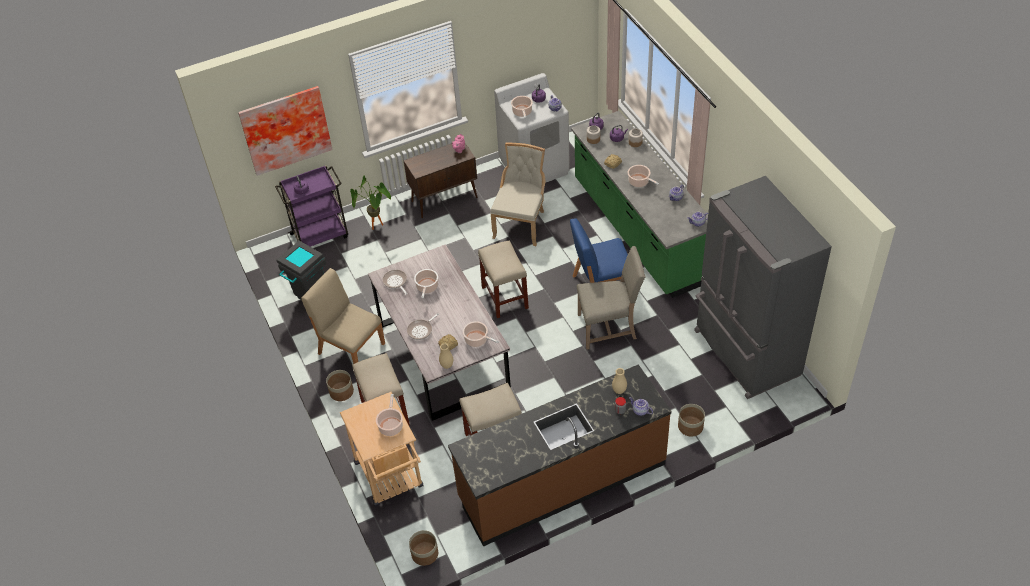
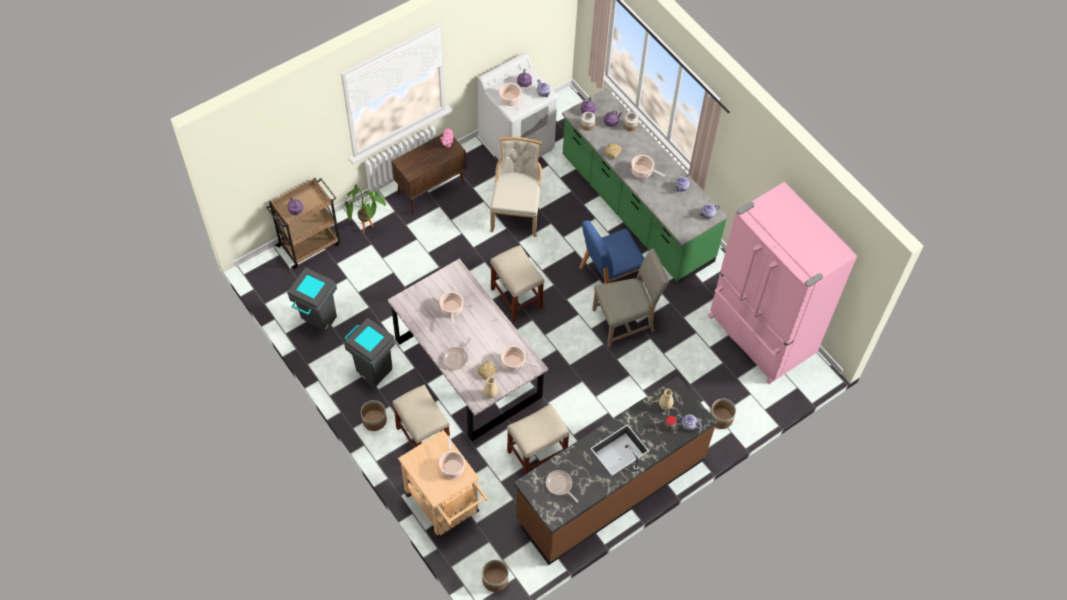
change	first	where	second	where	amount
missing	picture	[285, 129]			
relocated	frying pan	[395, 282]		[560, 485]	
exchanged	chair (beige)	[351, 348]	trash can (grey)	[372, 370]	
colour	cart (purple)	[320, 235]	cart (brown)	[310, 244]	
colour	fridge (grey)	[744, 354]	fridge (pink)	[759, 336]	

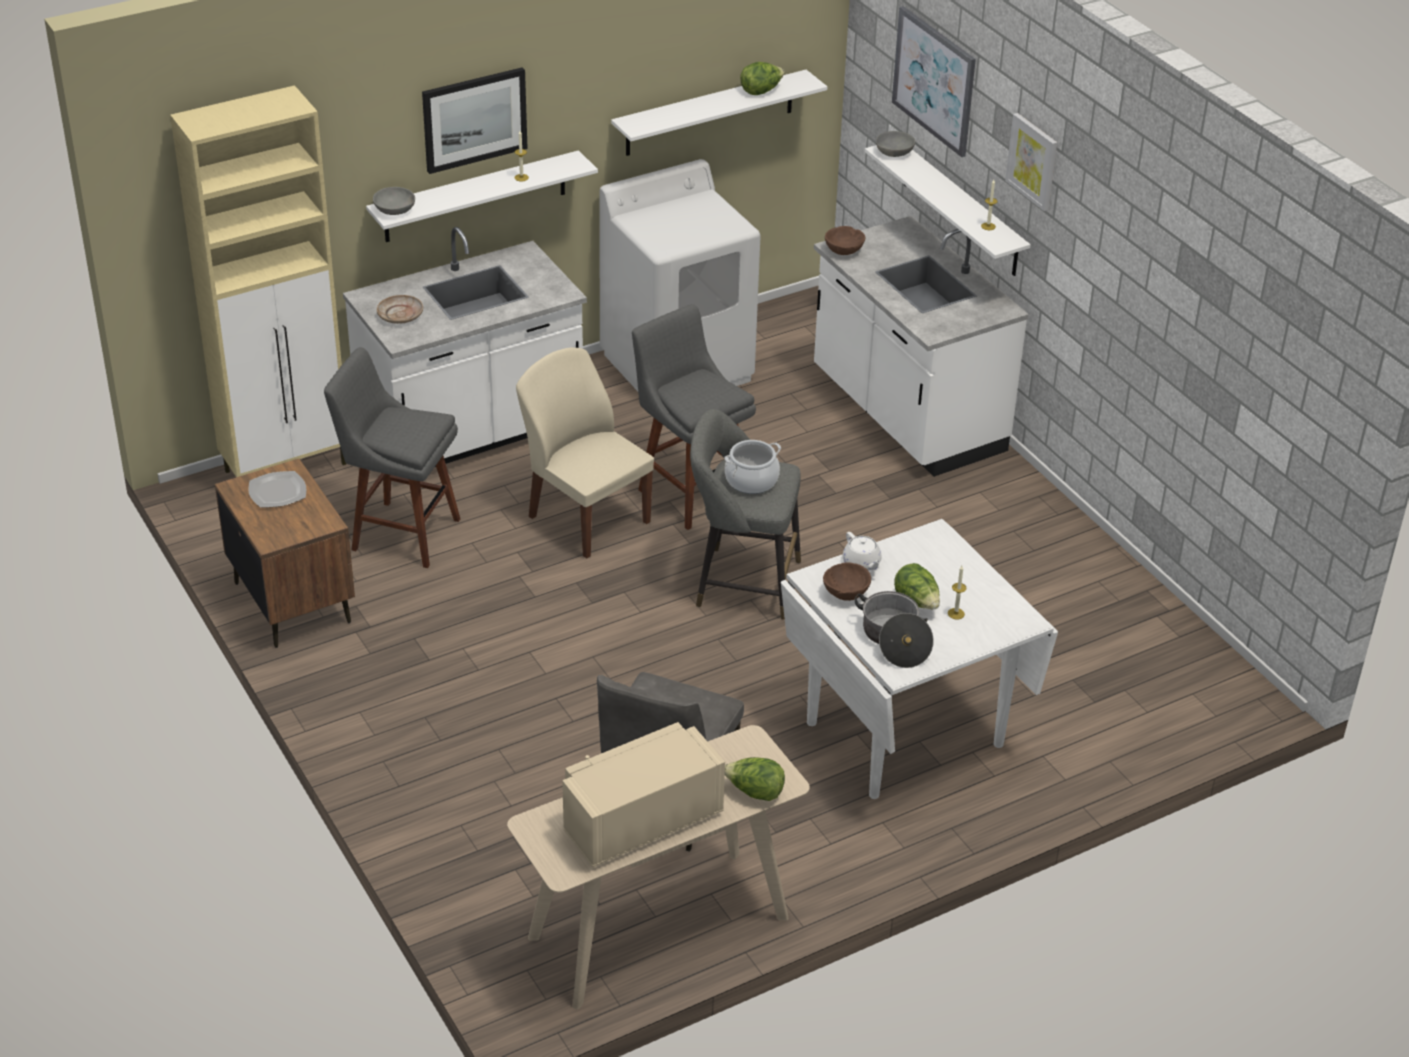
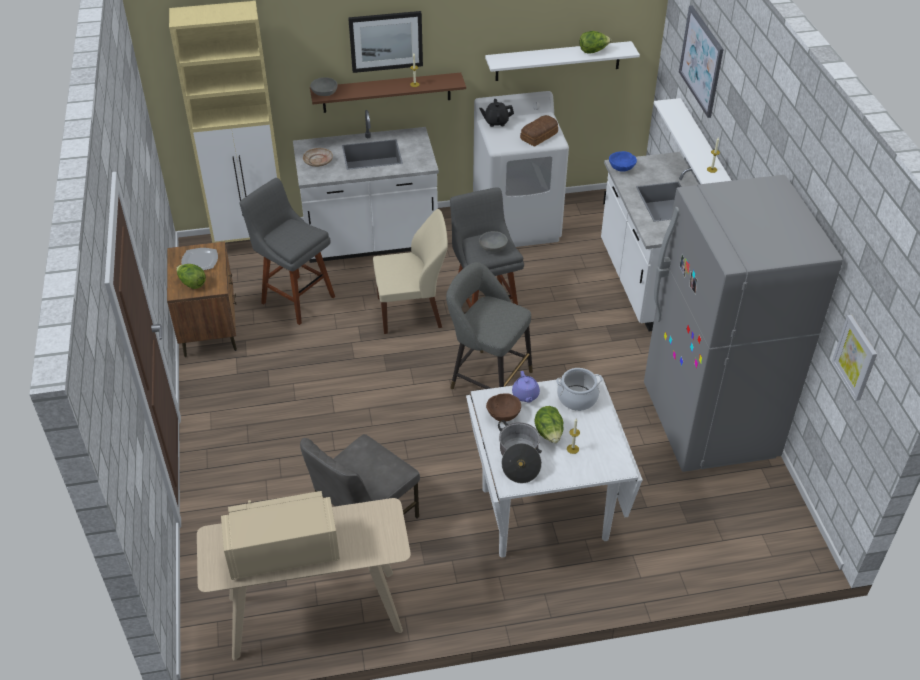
change	first	where	second	where	amount
appeared			teapot (black)	[496, 122]	
appeared			bread	[540, 136]	
appeared			fridge (grey)	[709, 423]	
relocated	cooking pot	[751, 480]		[577, 398]	
relocated	lettuce	[755, 792]		[192, 283]	
relocated	bowl (grey)	[894, 152]		[493, 247]	
relocated	picture	[1033, 161]		[855, 357]	
colour	shelf (white)	[475, 197]	shelf (brown)	[386, 92]	
colour	bowl (brown)	[844, 251]	bowl (blue)	[621, 168]	
colour	teapot (white)	[862, 564]	teapot (purple)	[525, 395]	
spun	chair (beige)	[587, 518]		[412, 312]	105 degrees clockwise

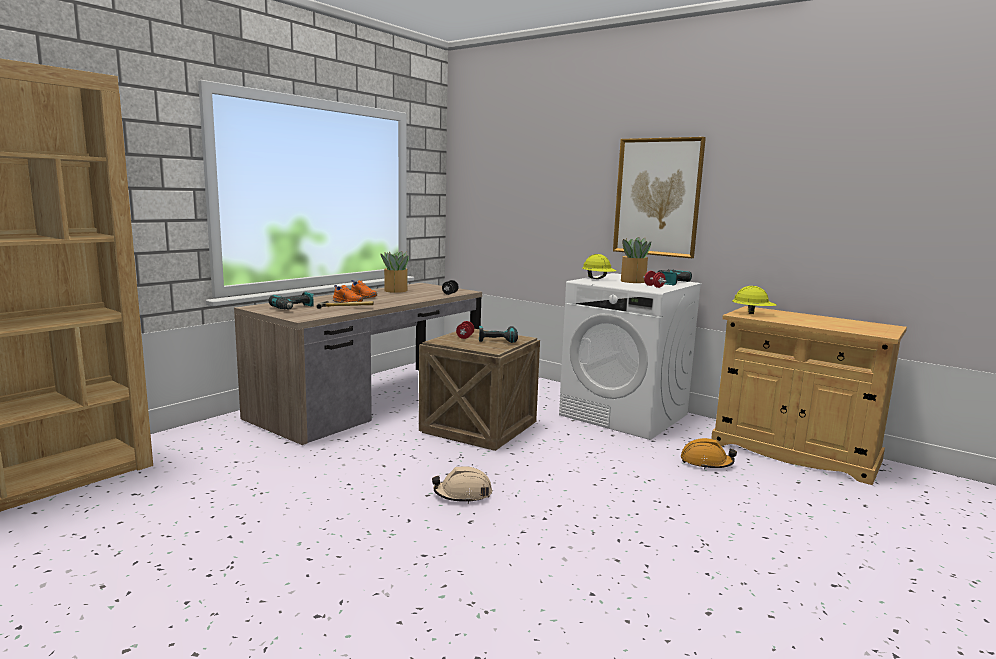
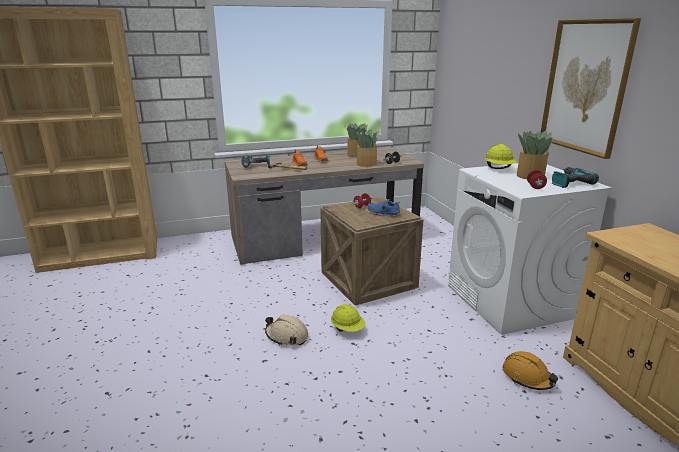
change	first	where	second	where	amount
appeared			potted plant	[367, 164]	
relocated	hard hat (yellow)	[753, 313]		[348, 329]	
exchanged	power drill	[498, 339]	shoe (blue)	[383, 213]	

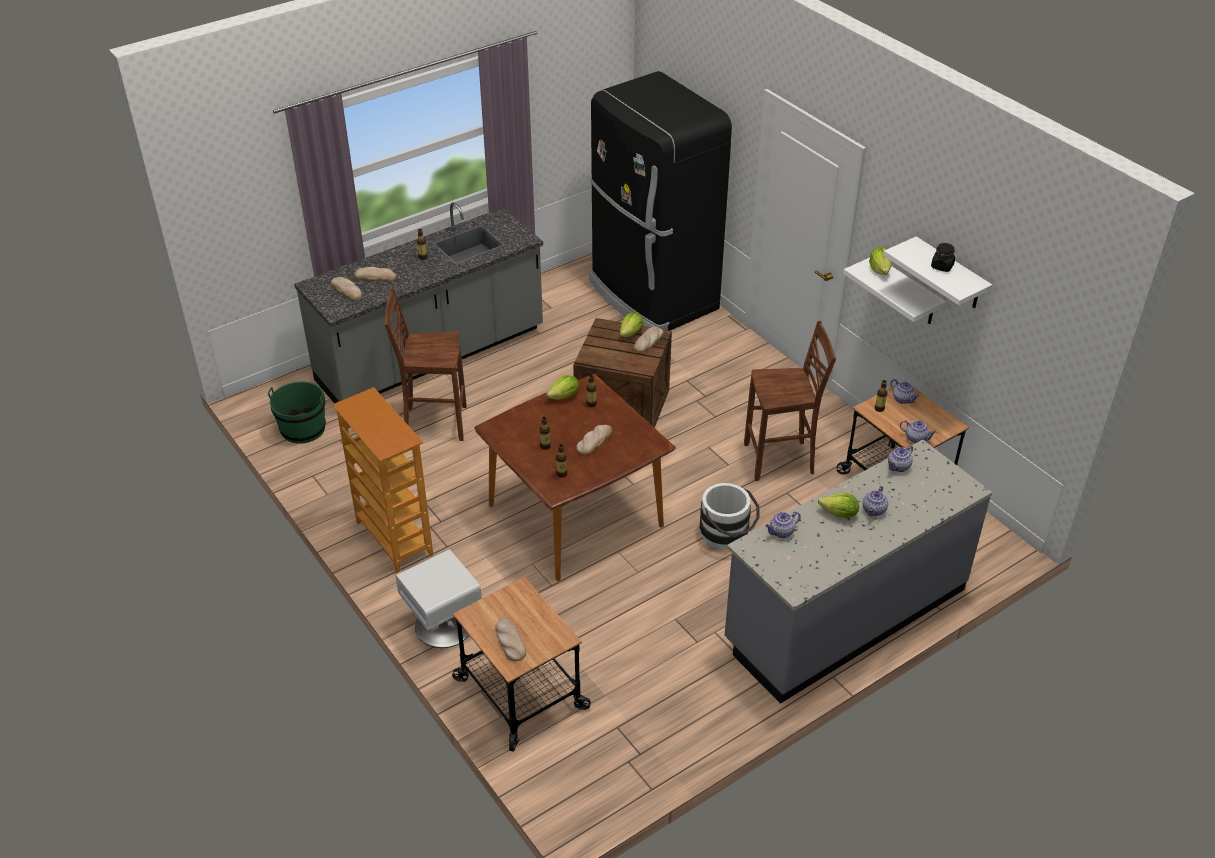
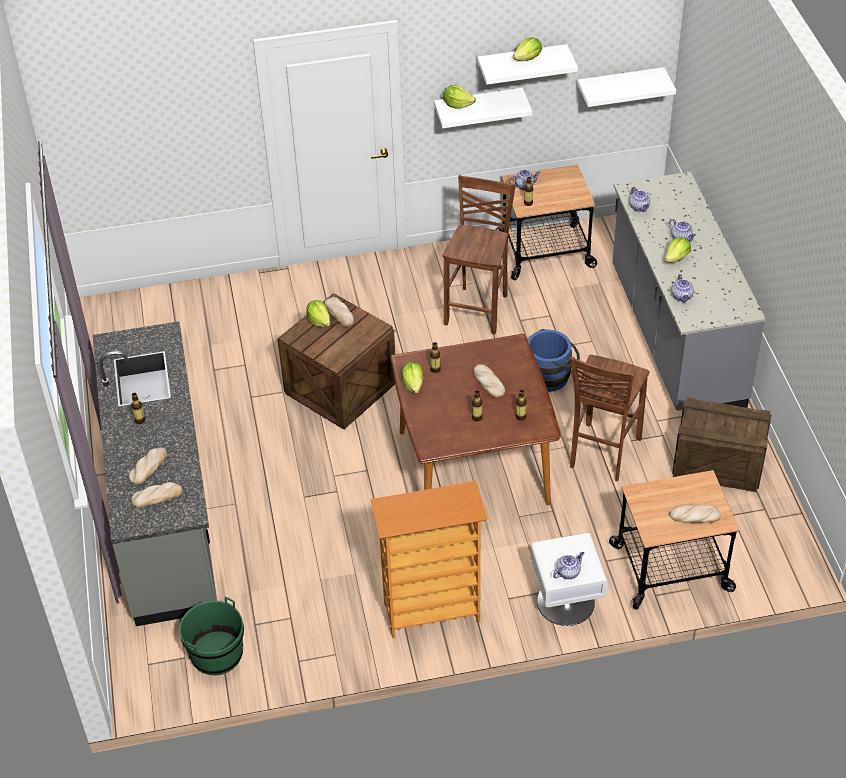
change	first	where	second	where	amount
missing	fridge (black)	[652, 296]			
appeared			shelf (white)	[620, 86]	
appeared			crate	[717, 465]	
relocated	stool (brown)	[434, 422]		[602, 453]	
relocated	teapot	[916, 438]		[568, 572]	
exchanged	jar (black)	[942, 266]	lettuce	[528, 58]	
colour	bucket (white)	[727, 535]	bucket (blue)	[551, 375]	

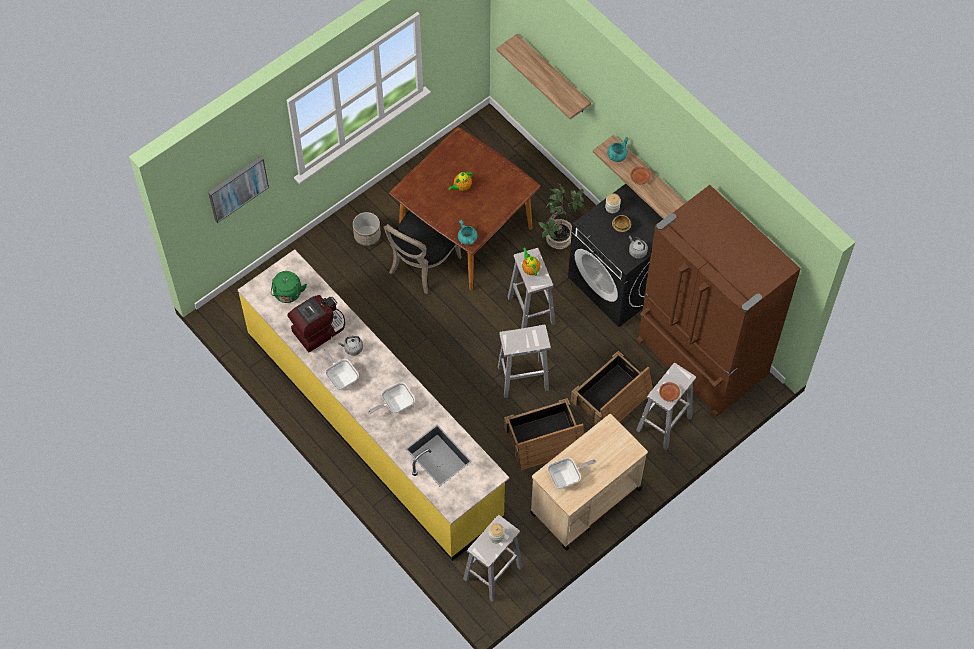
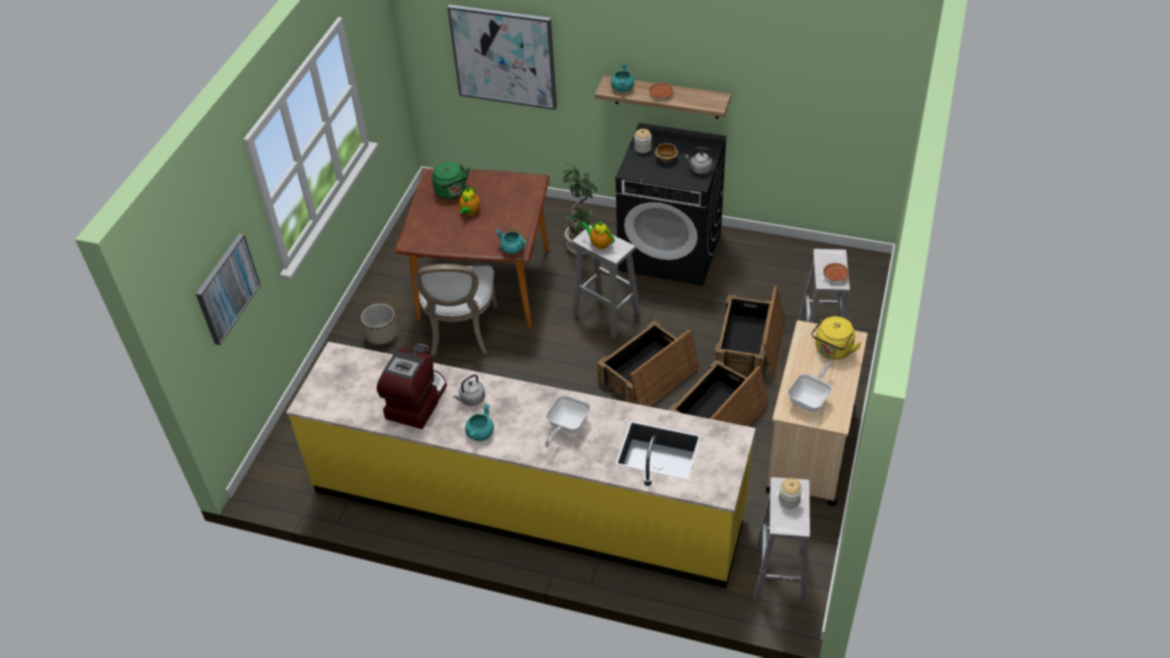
change	first	where	second	where	amount
missing	fridge (brown)	[699, 360]			
appeared			kettle (yellow)	[832, 351]	
relocated	kettle (green)	[288, 294]		[452, 192]	
exchanged	frying pan	[341, 377]	cooking pot (turquoise)	[480, 433]	
exchanged	shelf	[553, 75]	picture	[504, 56]	
exchanged	stool (white)	[522, 378]	crate	[648, 376]	
colour	chair (black)	[421, 265]	chair (white)	[461, 332]	

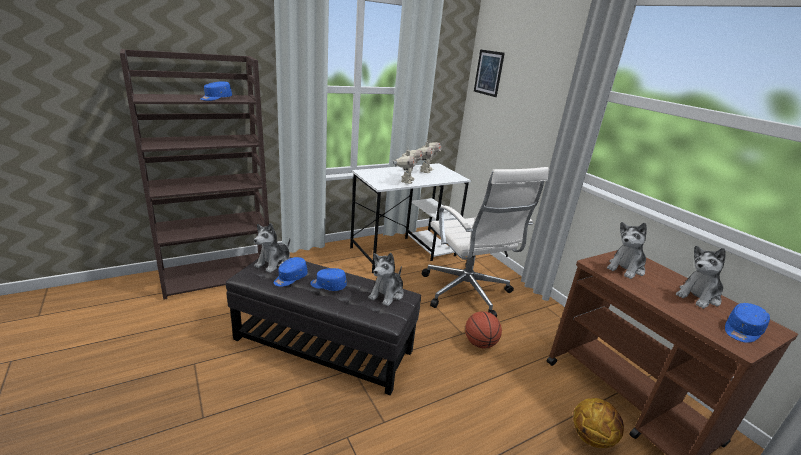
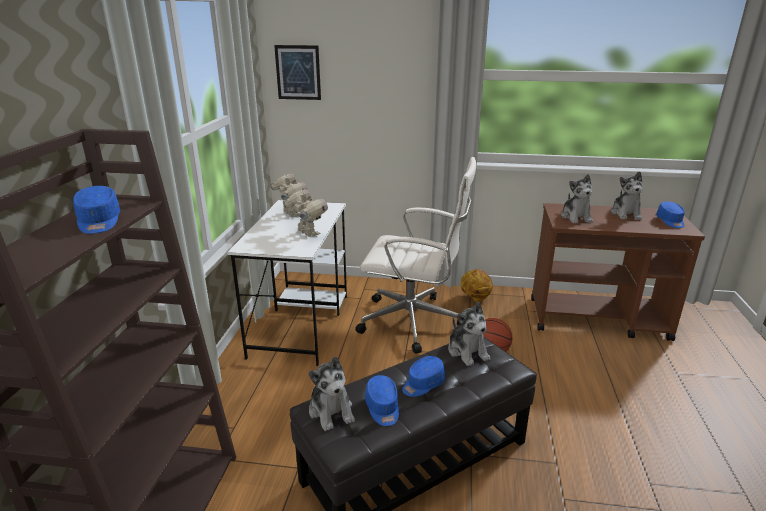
change	first	where	second	where	amount
relocated	basketball	[592, 437]		[475, 298]	

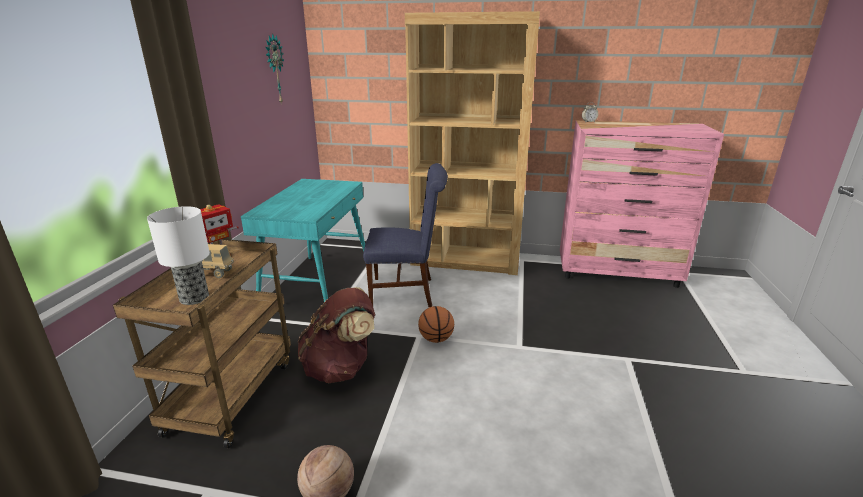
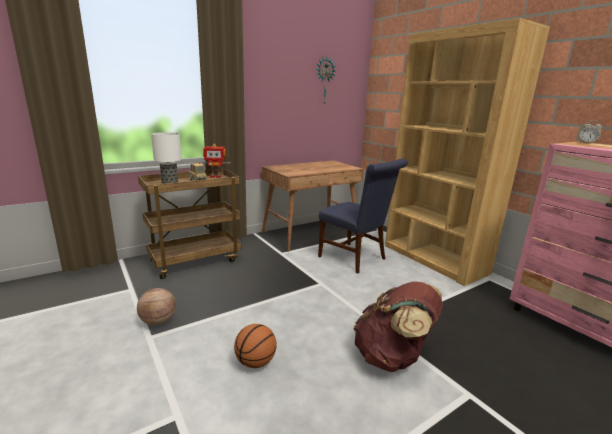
change	first	where	second	where	amount
relocated	backpack (brown)	[341, 368]		[392, 357]	
relocated	basketball	[436, 339]		[255, 362]	
colour	desk (turquoise)	[318, 285]	desk (brown)	[310, 233]	

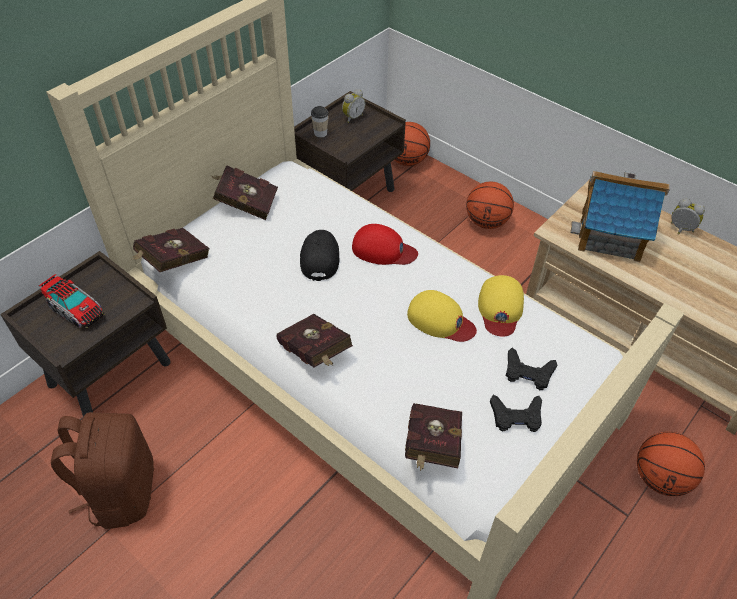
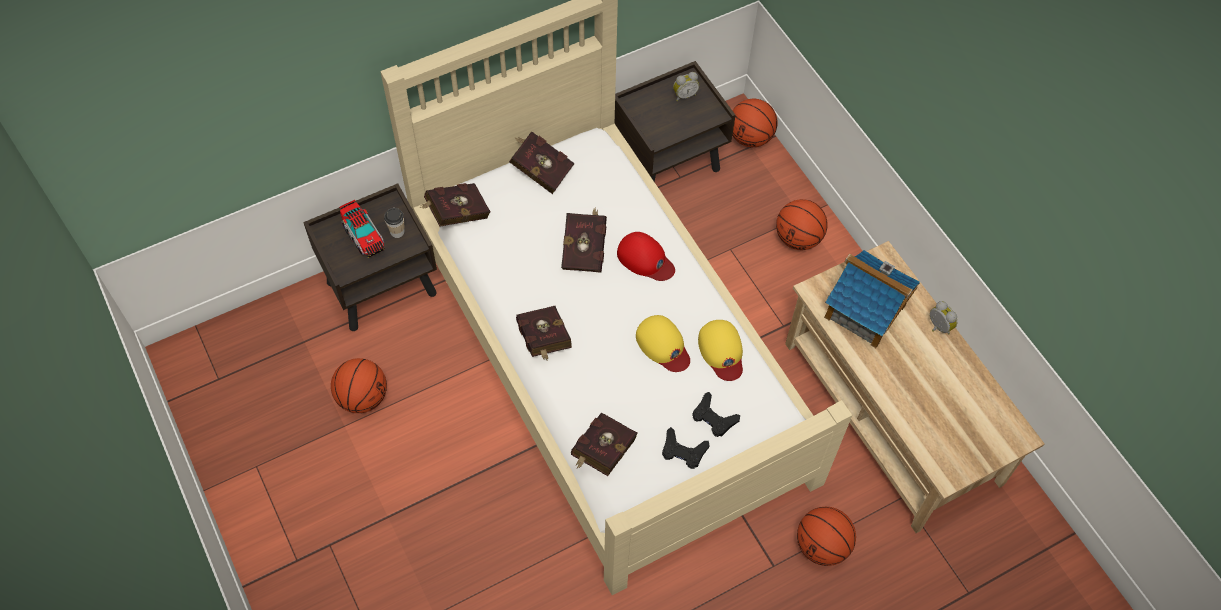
change	first	where	second	where	amount
relocated	cup	[320, 133]		[397, 231]	
exchanged	backpack (brown)	[121, 491]	basketball	[362, 397]	
exchanged	cap (black)	[319, 257]	book (red)	[585, 249]	
spun	cap (yellow)	[500, 308]		[721, 351]	45 degrees counterclockwise

